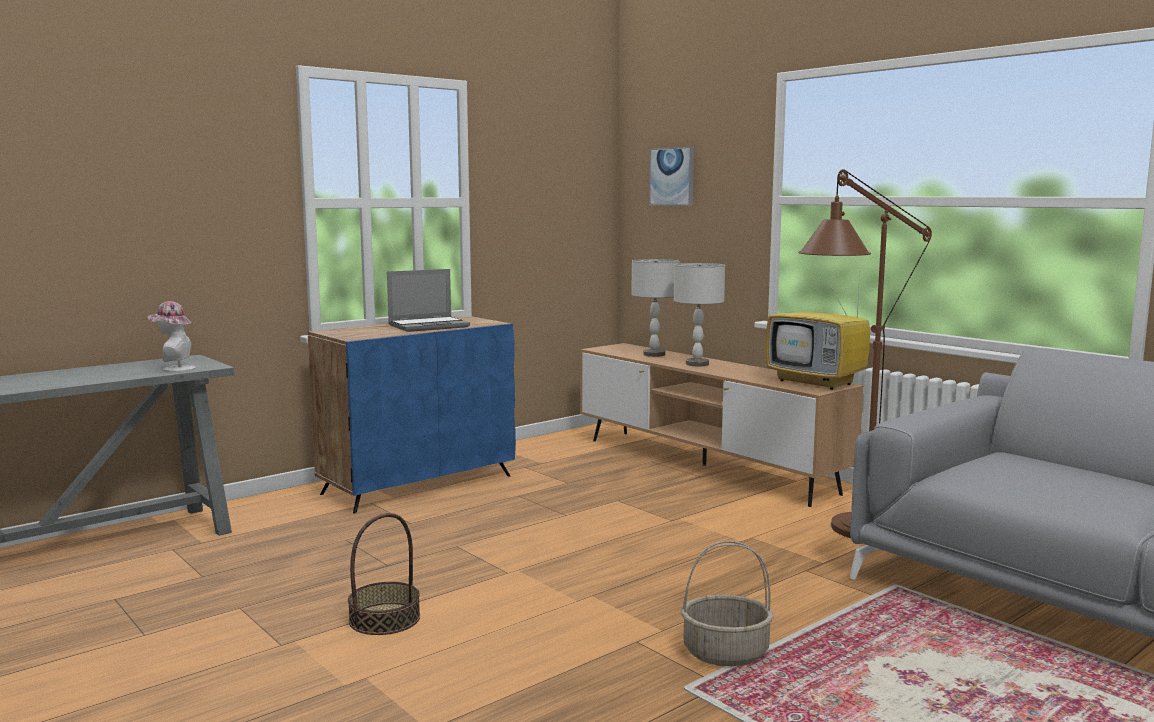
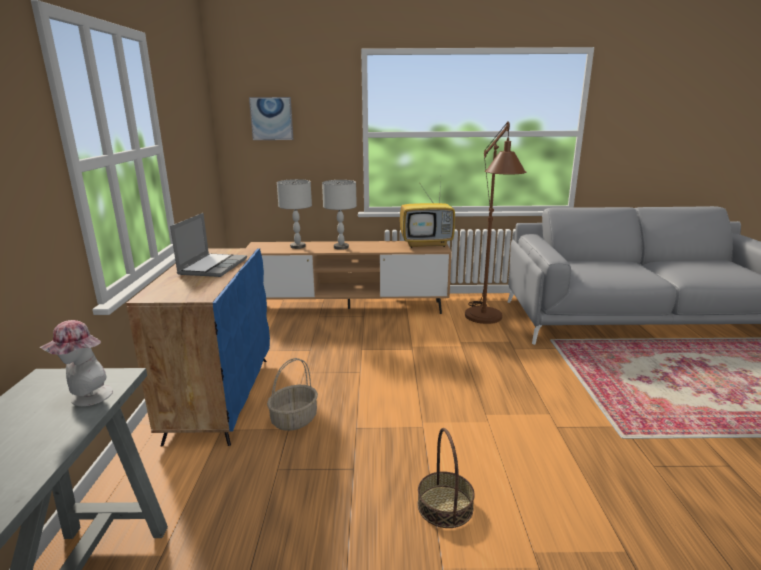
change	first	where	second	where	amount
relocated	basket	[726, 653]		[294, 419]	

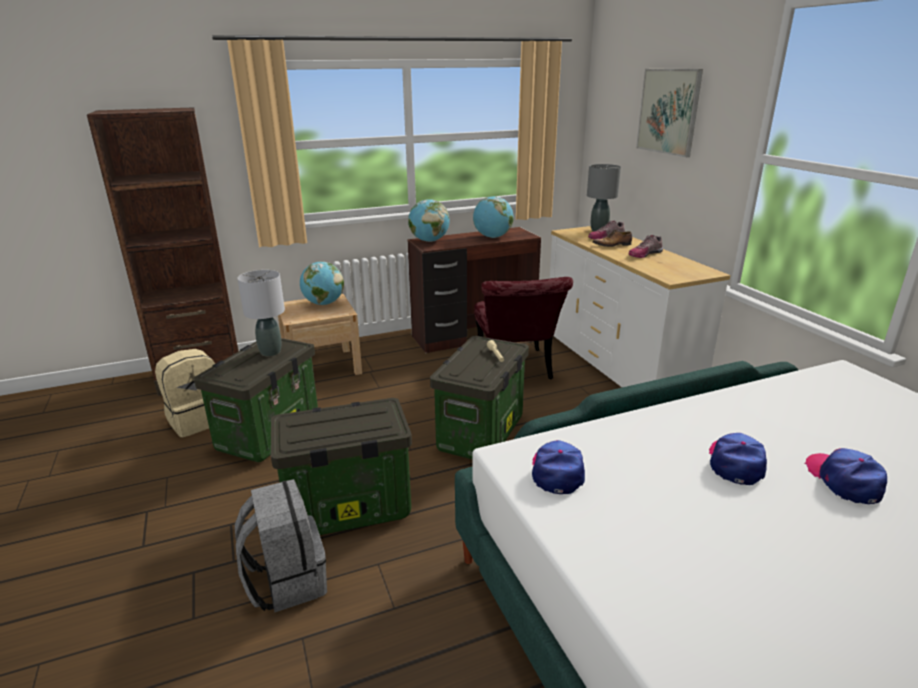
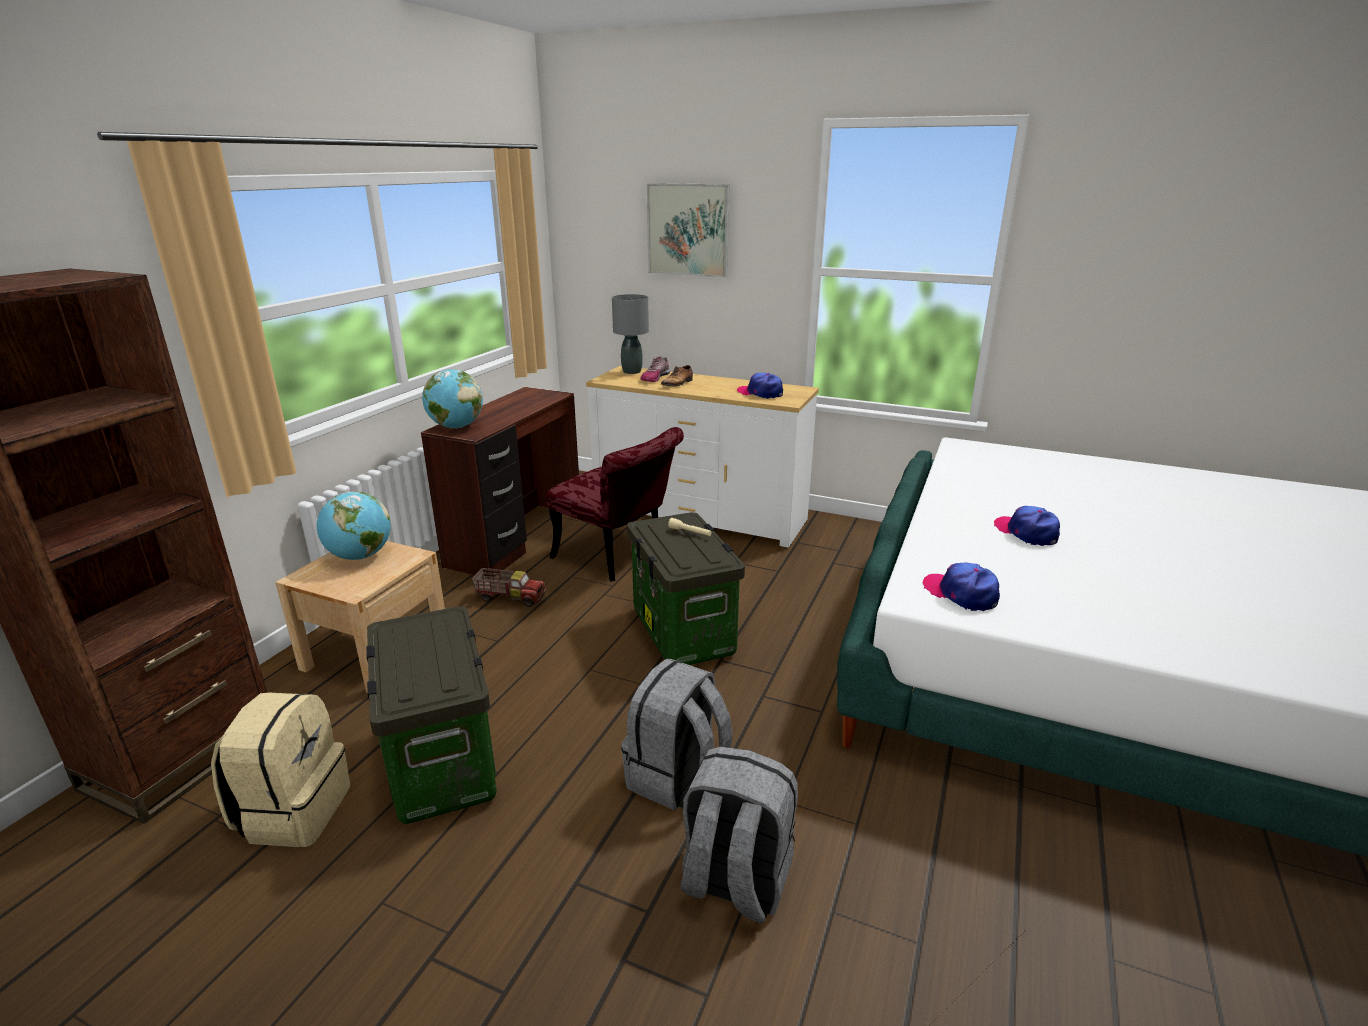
change	first	where	second	where	amount
missing	table lamp (grey)	[270, 352]			
missing	globe	[492, 237]			
missing	shoe	[644, 254]			
appeared			toy truck	[510, 597]	
relocated	cap	[843, 480]		[760, 393]	
exchanged	storage box	[347, 510]	backpack (grey)	[677, 778]	

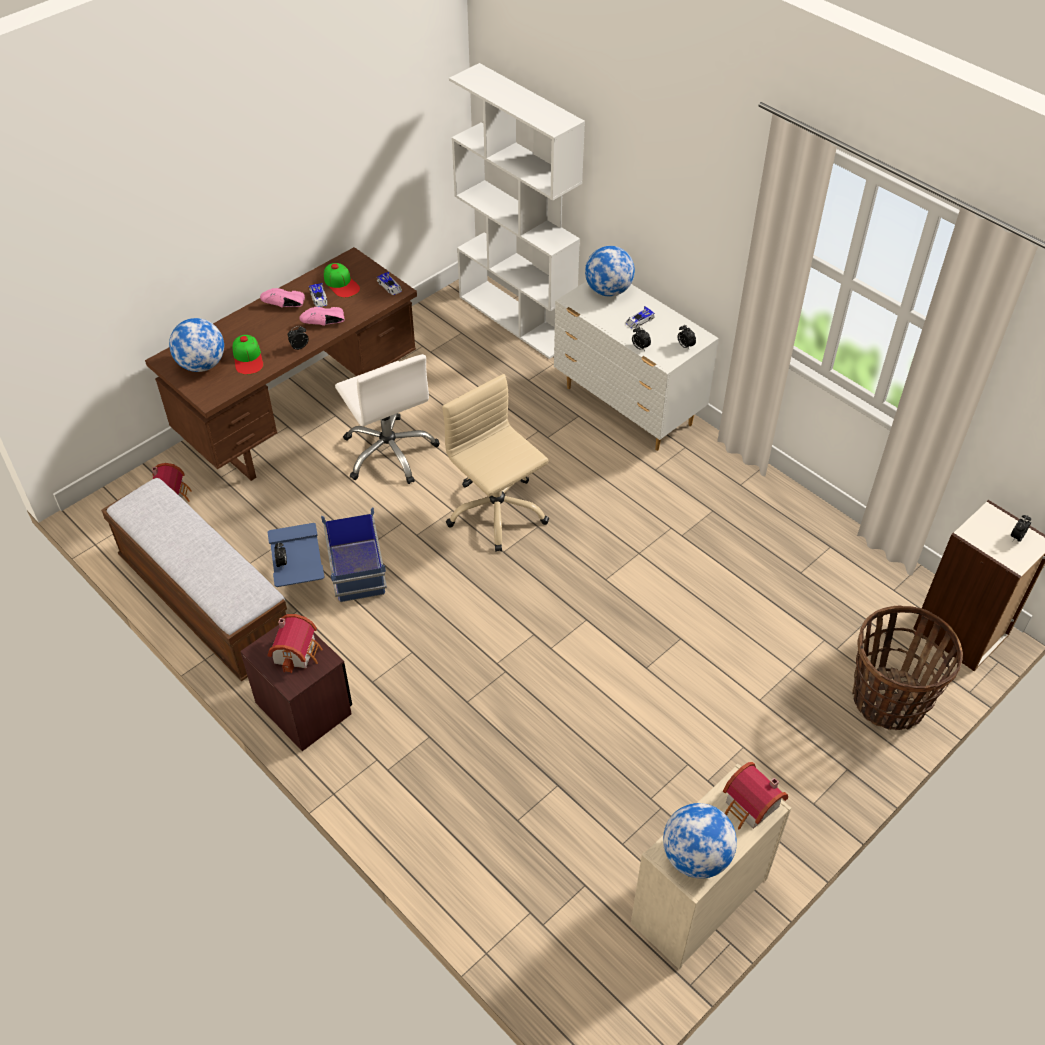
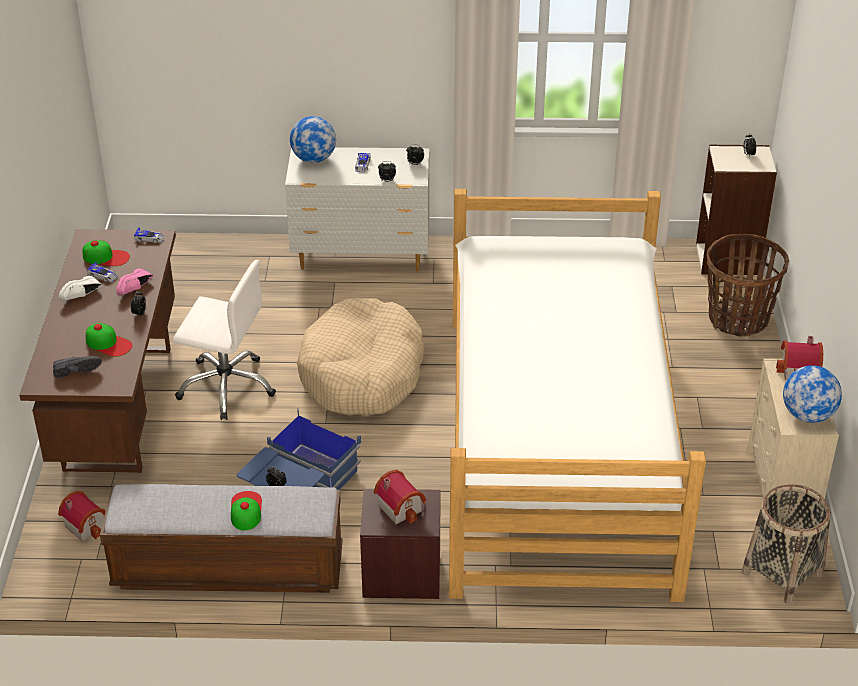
change	first	where	second	where	amount
missing	bookcase (white)	[517, 319]			
appeared			cap	[246, 510]	
appeared			bed	[555, 448]	
appeared			basket	[782, 573]	
exchanged	globe	[202, 365]	shoe (black)	[76, 369]	
exchanged	office chair (beige)	[496, 512]	dog bed (beige)	[362, 373]	
colour	shoe (pink)	[284, 306]	shoe (white)	[82, 296]	

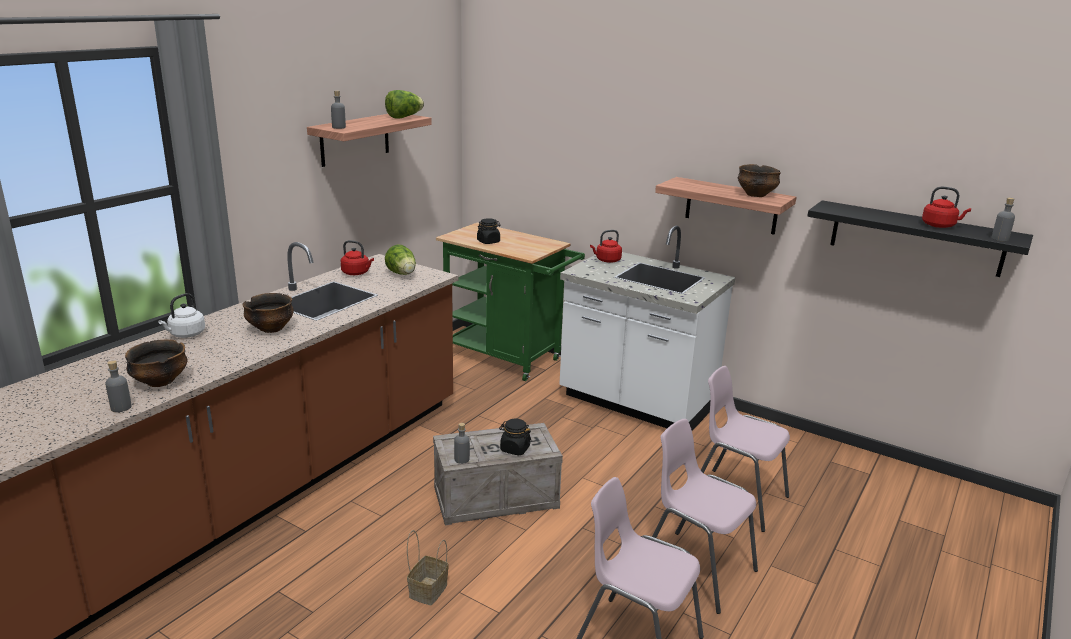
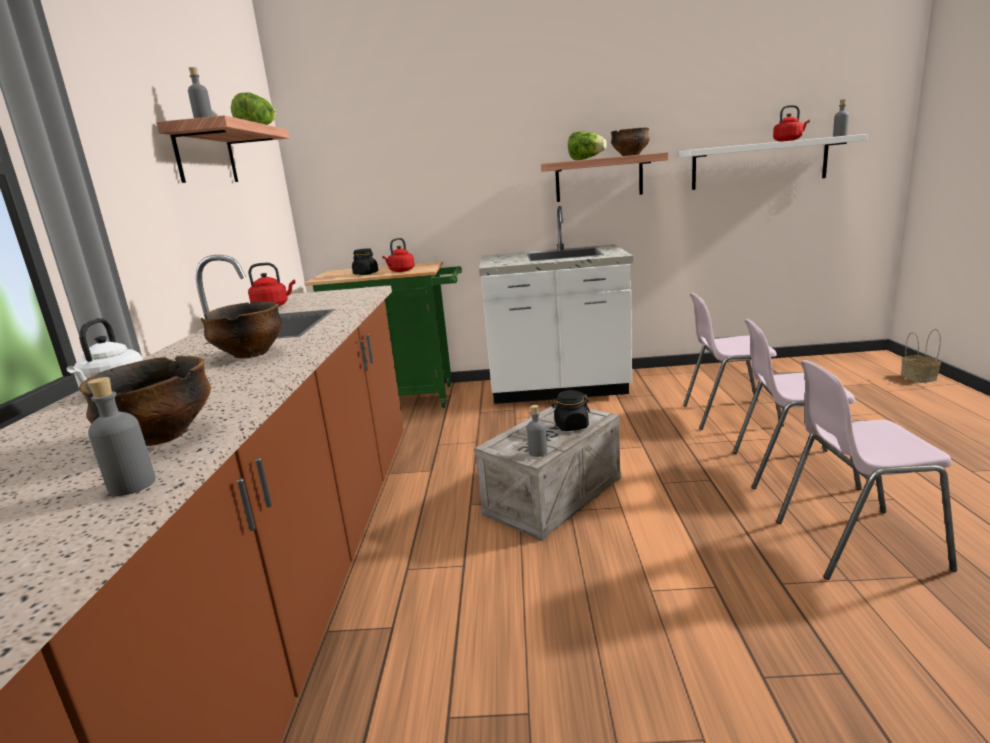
change	first	where	second	where	amount
relocated	lettuce	[402, 274]		[586, 159]	
relocated	basket	[428, 590]		[917, 377]	
relocated	kettle (red)	[607, 260]		[400, 271]	
colour	shelf (black)	[916, 238]	shelf (white)	[759, 164]	

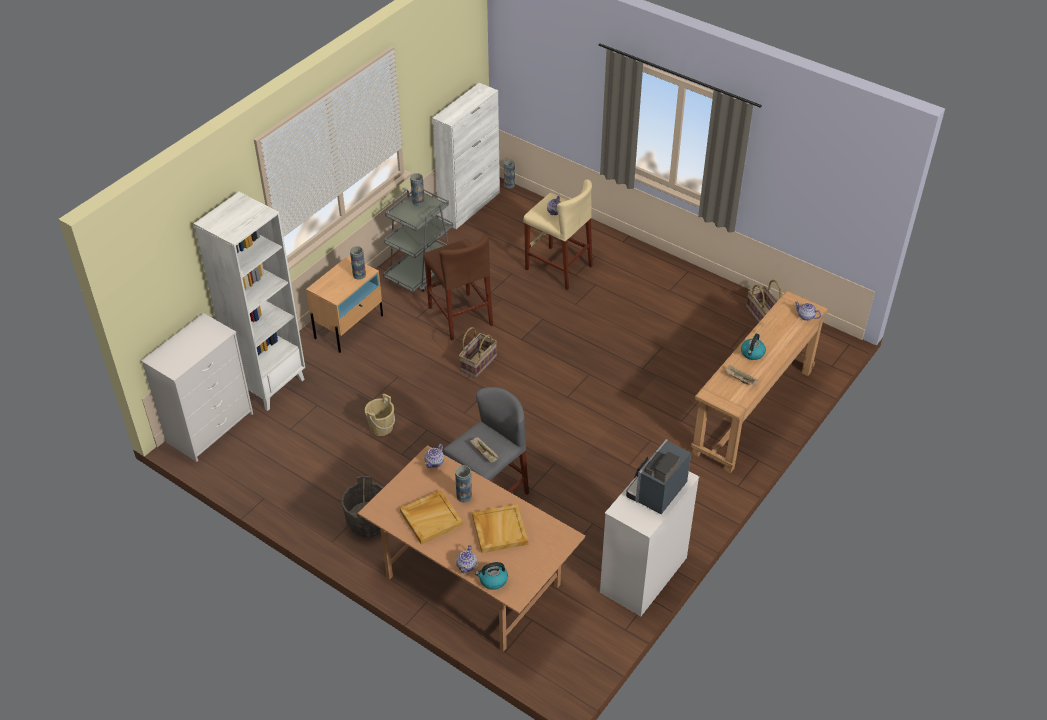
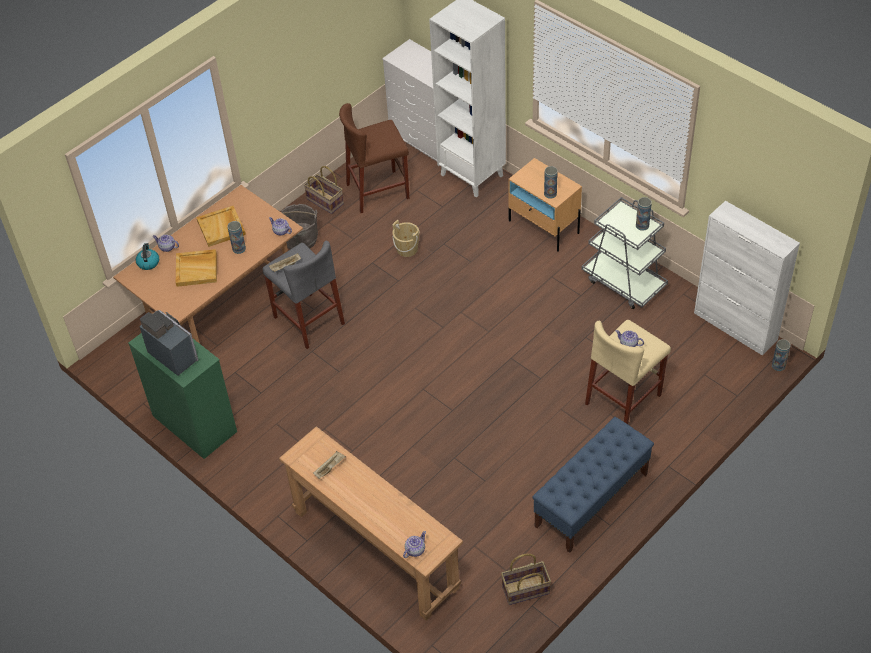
change	first	where	second	where	amount
missing	kettle	[752, 353]			
appeared			bench (blue)	[591, 500]	
relocated	stool (brown)	[460, 316]		[378, 191]	
relocated	basket	[478, 363]		[325, 201]	
colour	dresser (white)	[643, 575]	dresser (green)	[194, 423]	

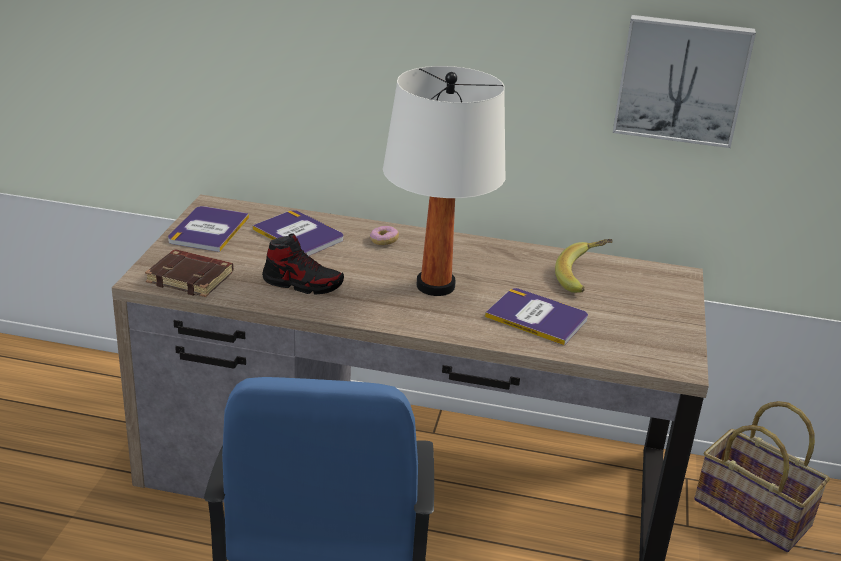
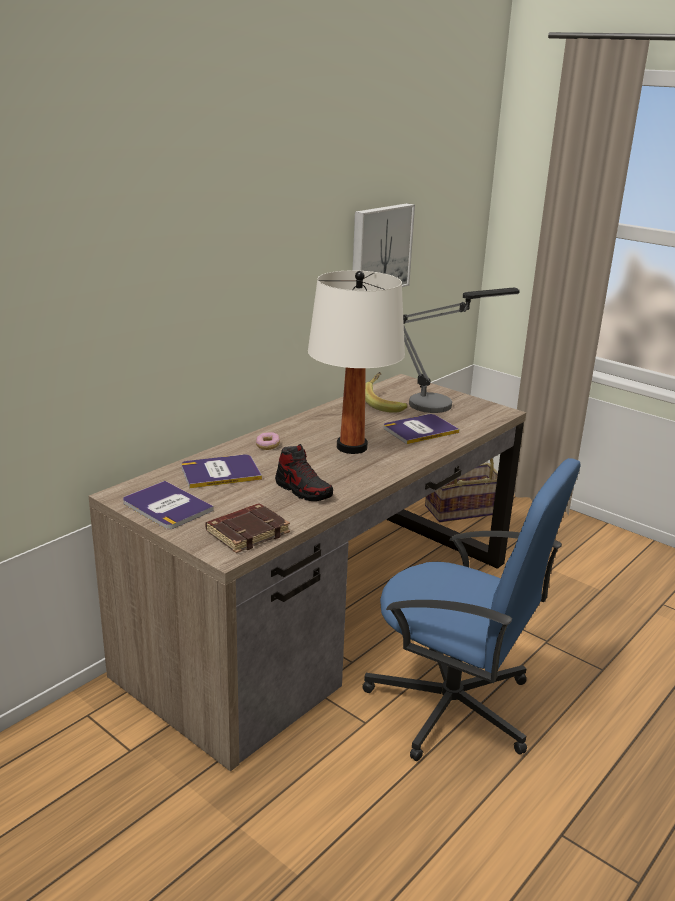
change	first	where	second	where	amount
appeared			table lamp	[443, 403]	
spun	shoe	[302, 284]		[303, 490]	90 degrees clockwise

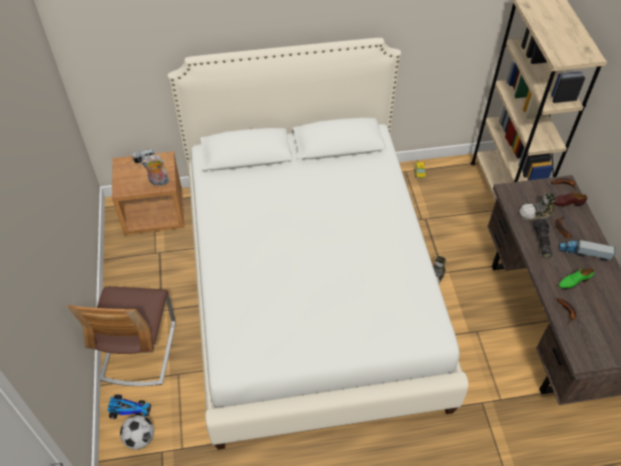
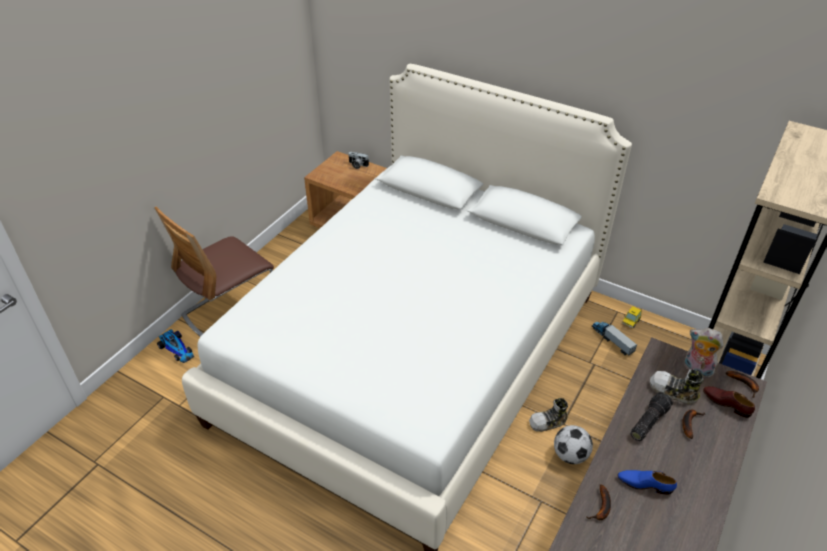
change	first	where	second	where	amount
relocated	football	[140, 438]		[570, 455]	
relocated	plush toy	[158, 182]		[696, 369]	
relocated	toy truck	[584, 253]		[612, 340]	
colour	shoe (green)	[573, 281]	shoe (blue)	[645, 484]	

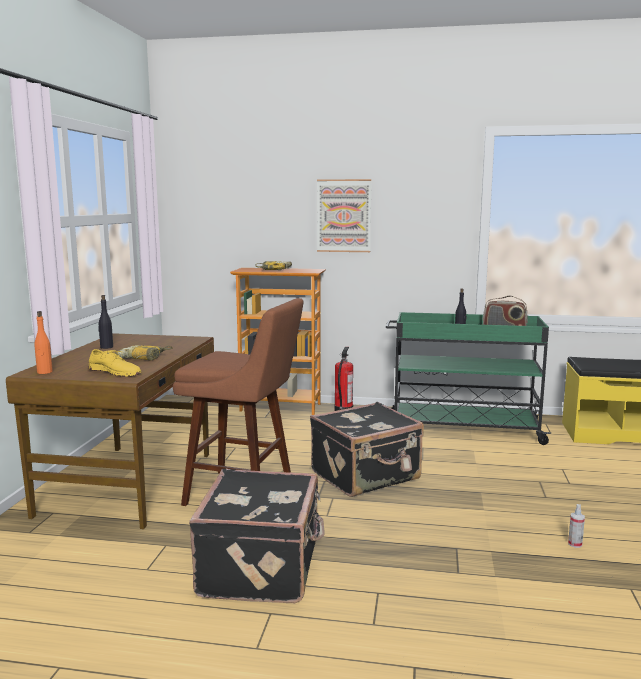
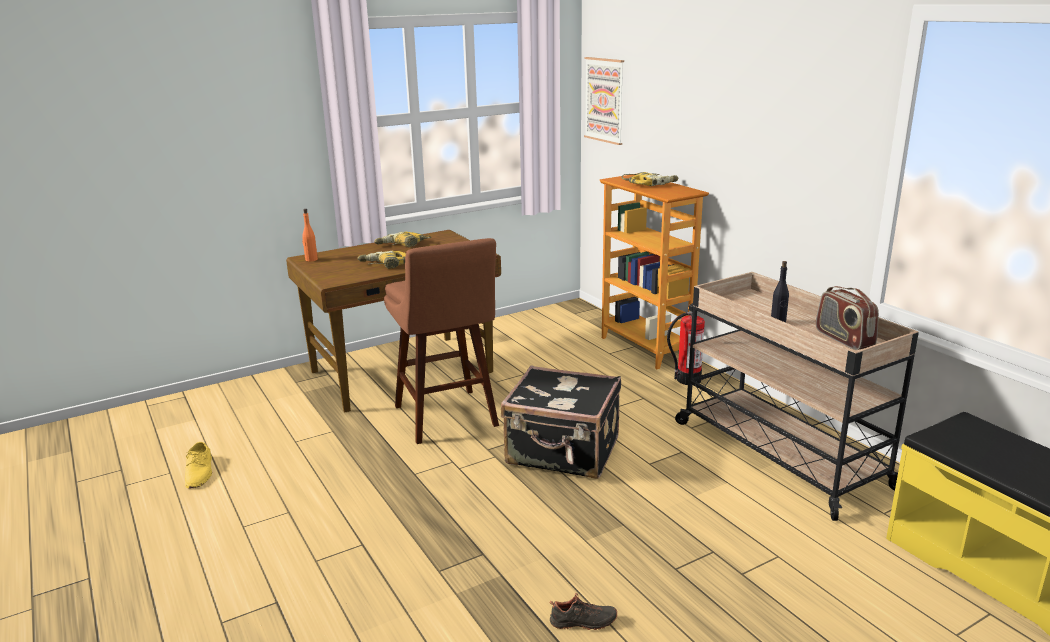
change	first	where	second	where	amount
missing	suitcase (black)	[262, 568]			
relocated	shoe (yellow)	[115, 371]		[200, 472]	
relocated	picture	[344, 216]		[604, 100]	
exchanged	bottle (black)	[106, 347]	power drill	[402, 245]	
exchanged	spray bottle	[575, 544]	shoe (black)	[583, 623]	
colour	cart (green)	[461, 429]	cart (beige)	[778, 453]	

